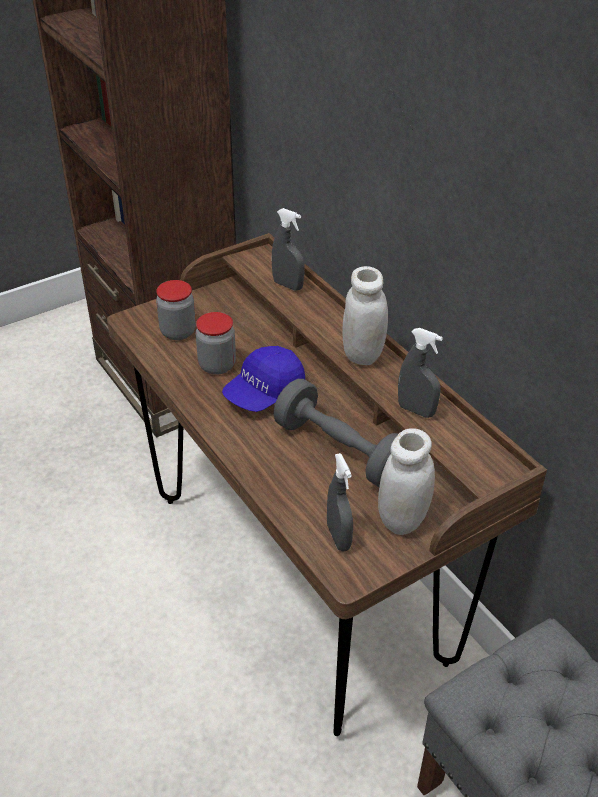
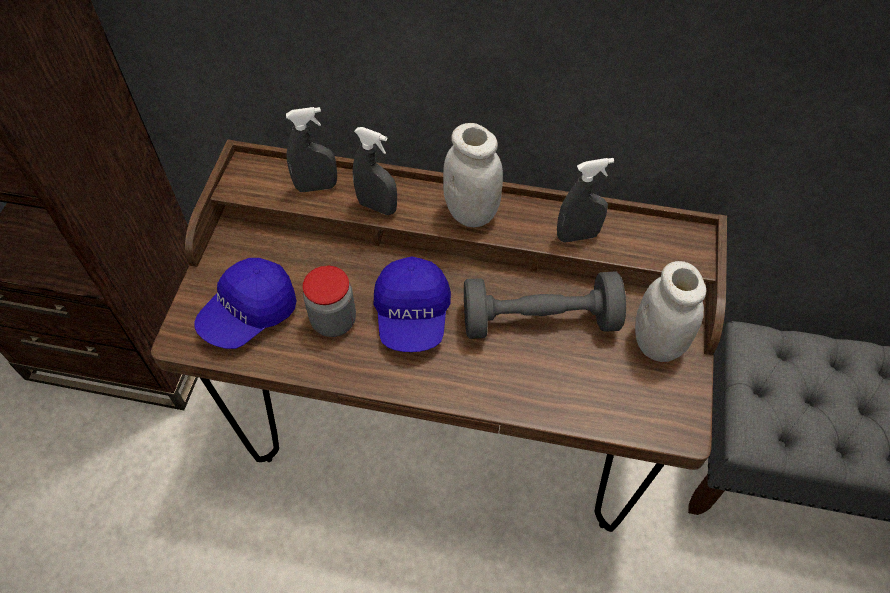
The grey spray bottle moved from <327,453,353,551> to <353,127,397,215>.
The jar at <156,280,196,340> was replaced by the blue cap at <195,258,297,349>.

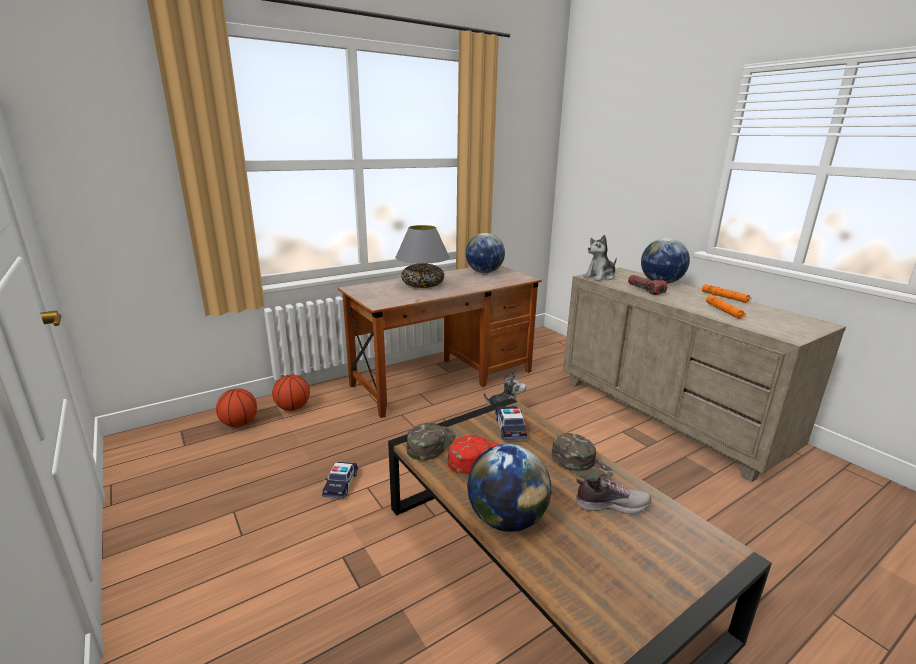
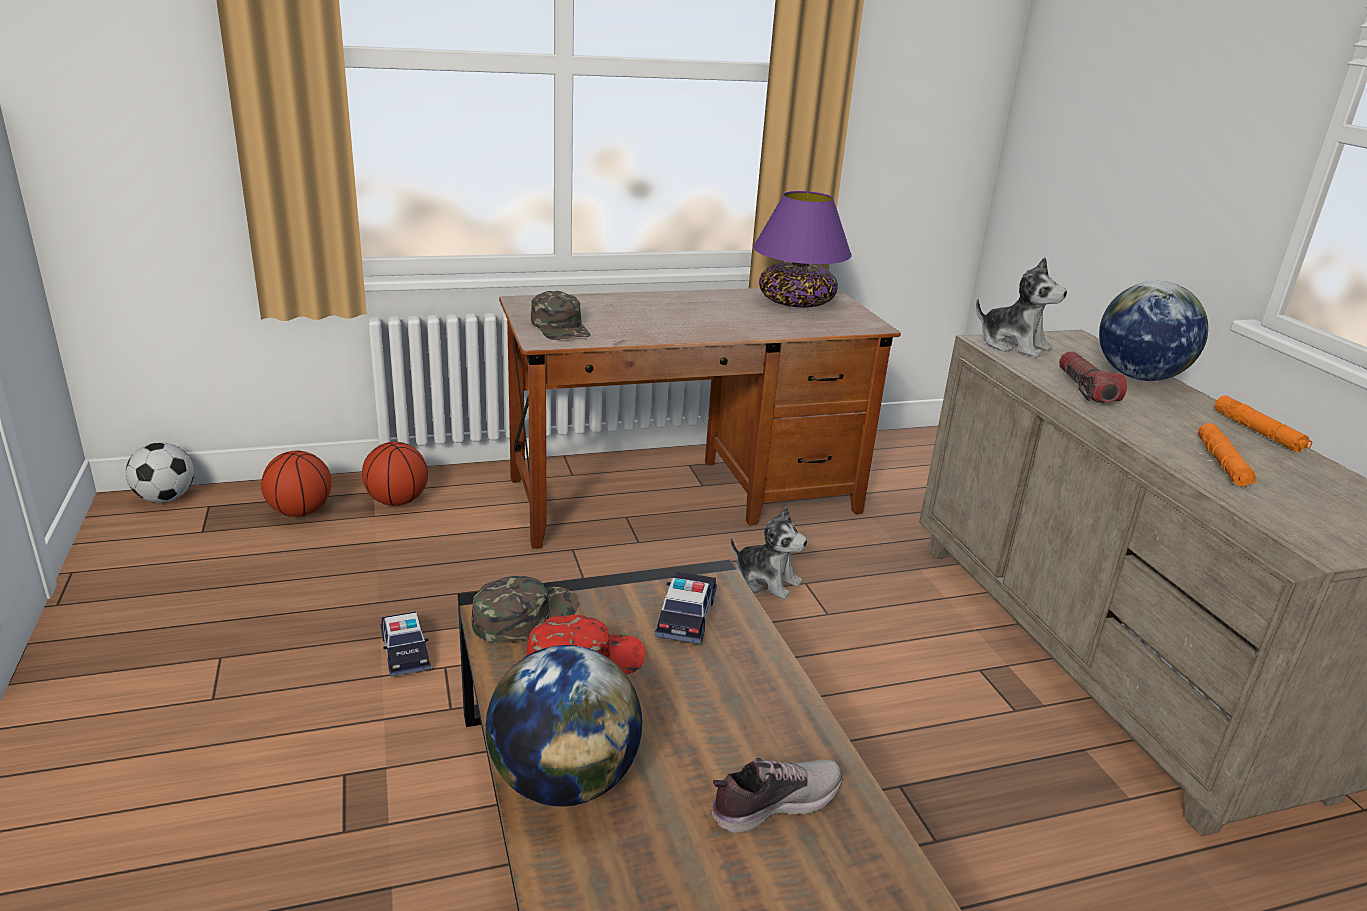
The grey table lamp at <395,225,450,288> disappeared.
The football at <126,442,194,503> appeared.
The green cap moved from <552,433,613,481> to <531,291,591,340>.
The globe at <466,233,505,273> was replaced by the purple table lamp at <753,191,852,308>.
The toy car at <322,462,358,499> turned 45 degrees counterclockwise.
The shoe at <576,477,651,514> turned 45 degrees counterclockwise.
The plush toy at <583,235,617,281> turned 120 degrees counterclockwise.

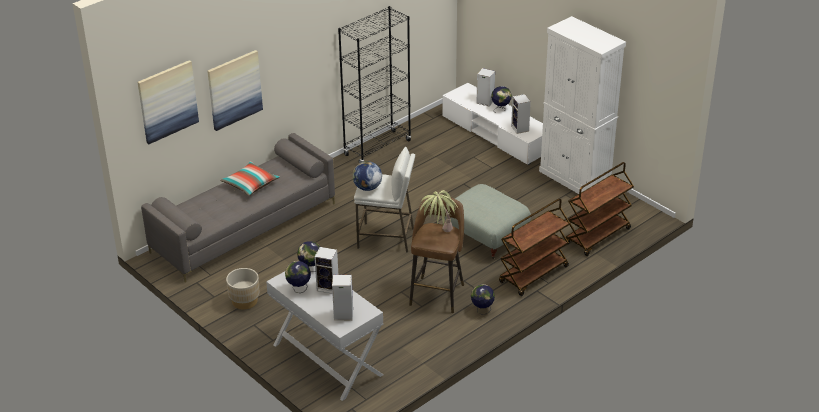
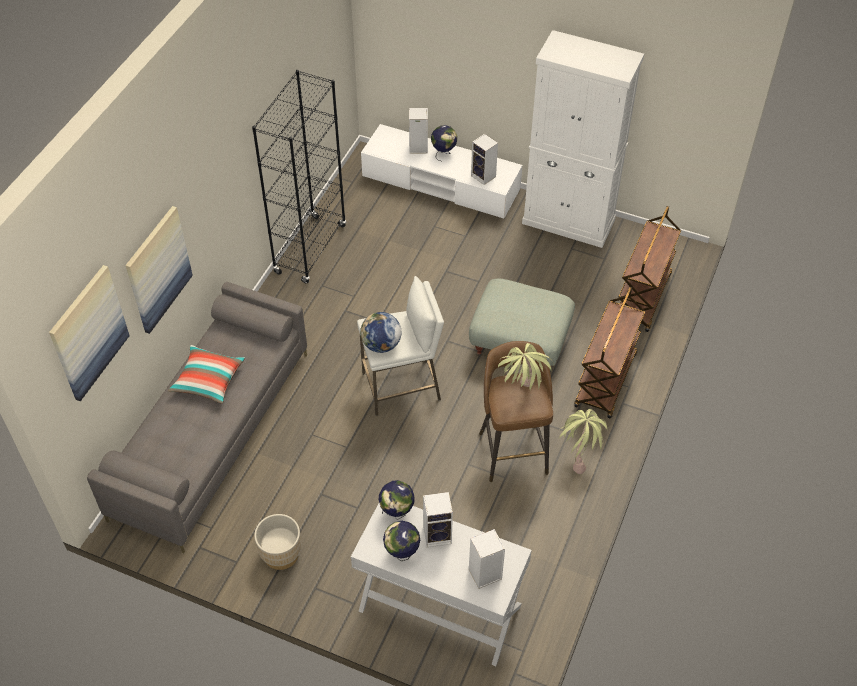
The globe at <471,284,495,314> was replaced by the potted plant at <559,409,608,474>.

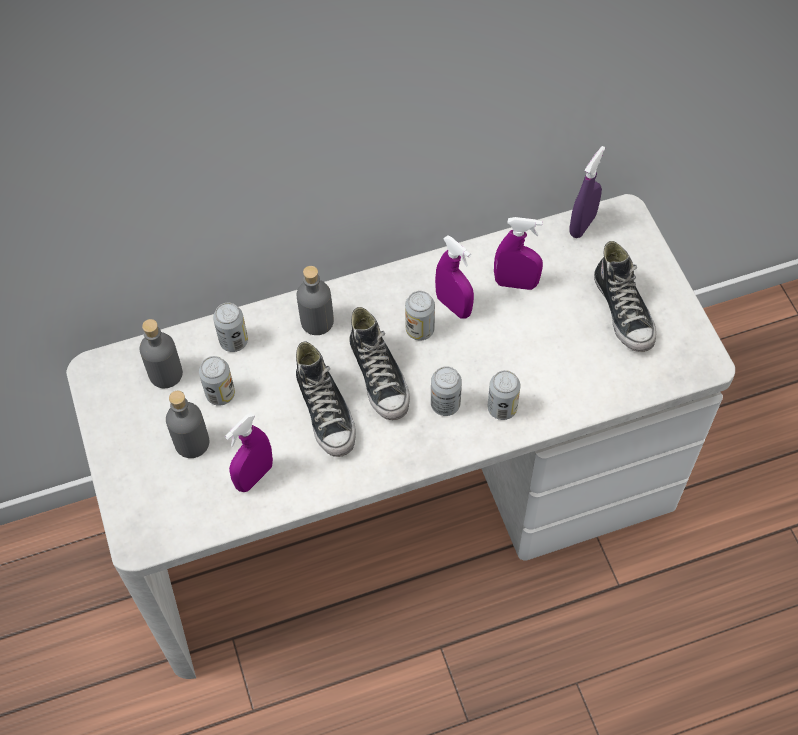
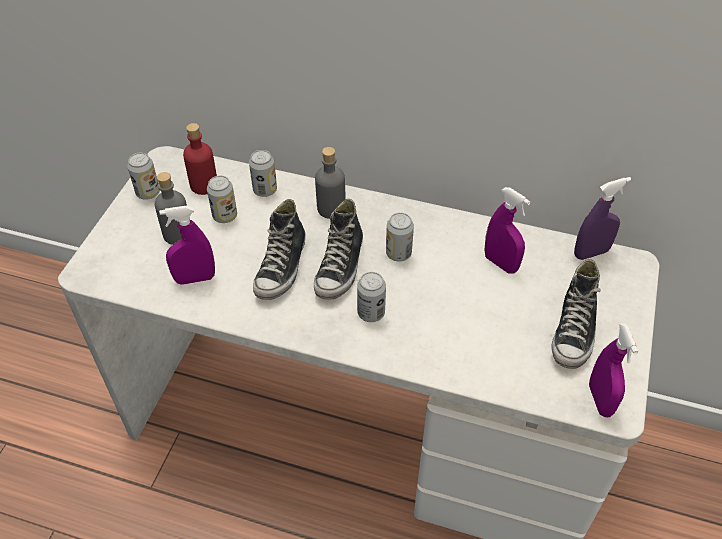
The purple spray bottle moved from <435,235,474,319> to <589,323,638,417>.
The can moved from <488,370,520,420> to <127,153,160,200>.
The grey bottle at <139,319,183,388> became the red bottle at <183,123,217,195>.

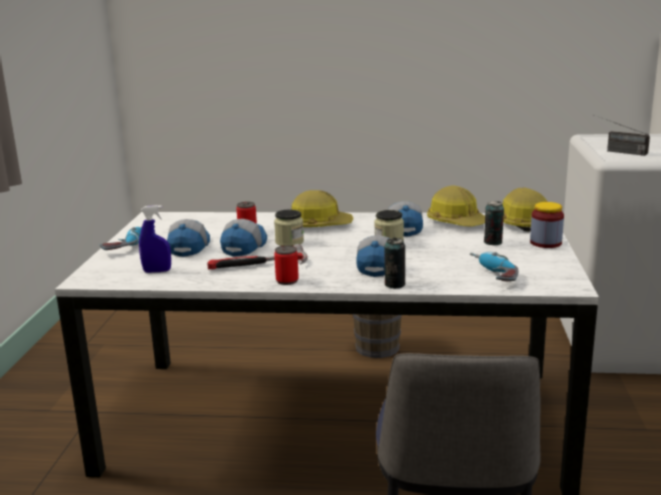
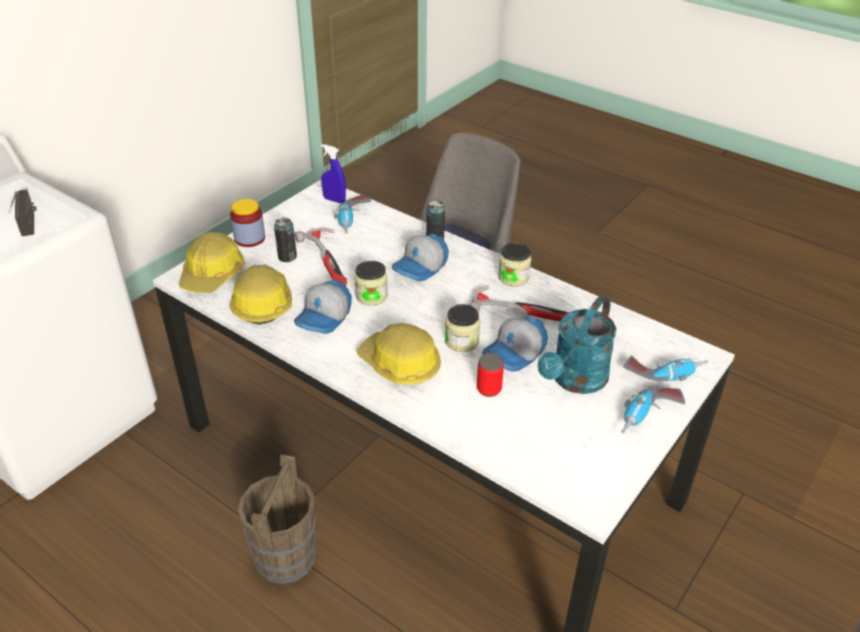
The hammer at <295,228,347,286> appeared.
The power drill at <624,355,708,381> appeared.
The blue spray bottle moved from <139,205,171,273> to <321,144,346,203>.
The cap at <167,219,210,257> was replaced by the turquoise watering can at <538,296,616,394>.
The can at <274,245,299,285> was replaced by the jar at <498,243,531,286>.

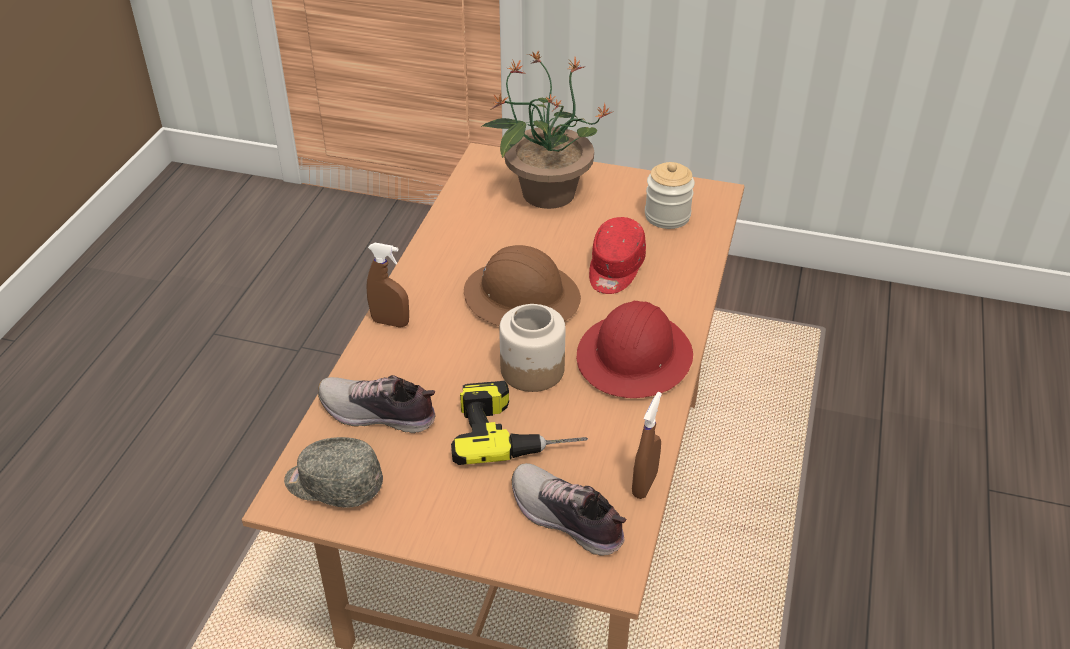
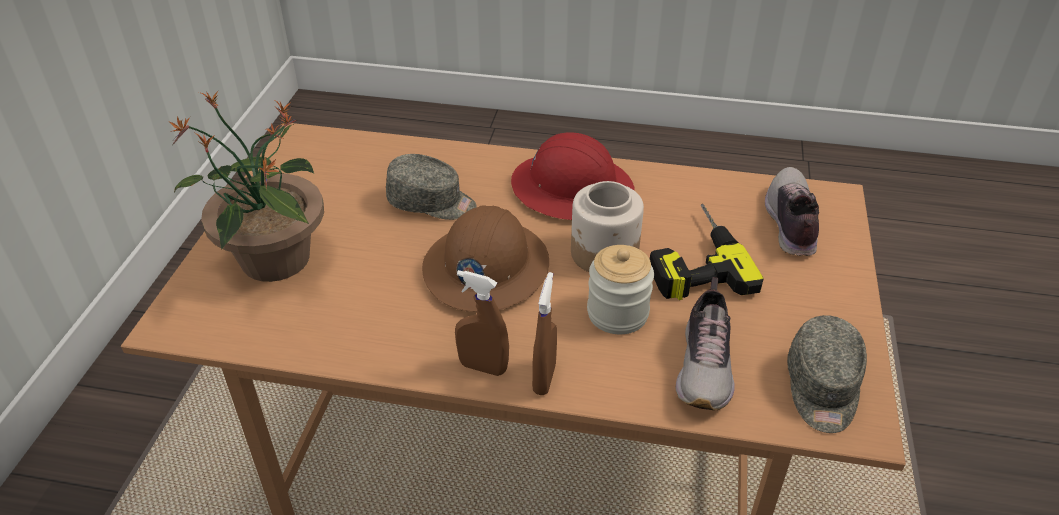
The brown spray bottle moved from <632,392,662,499> to <455,270,509,376>.
The jar moved from <645,162,695,229> to <587,245,654,334>.
The red cap at <589,217,646,294> became the grey cap at <386,154,476,220>.
The shoe at <512,463,627,556> turned 150 degrees clockwise.

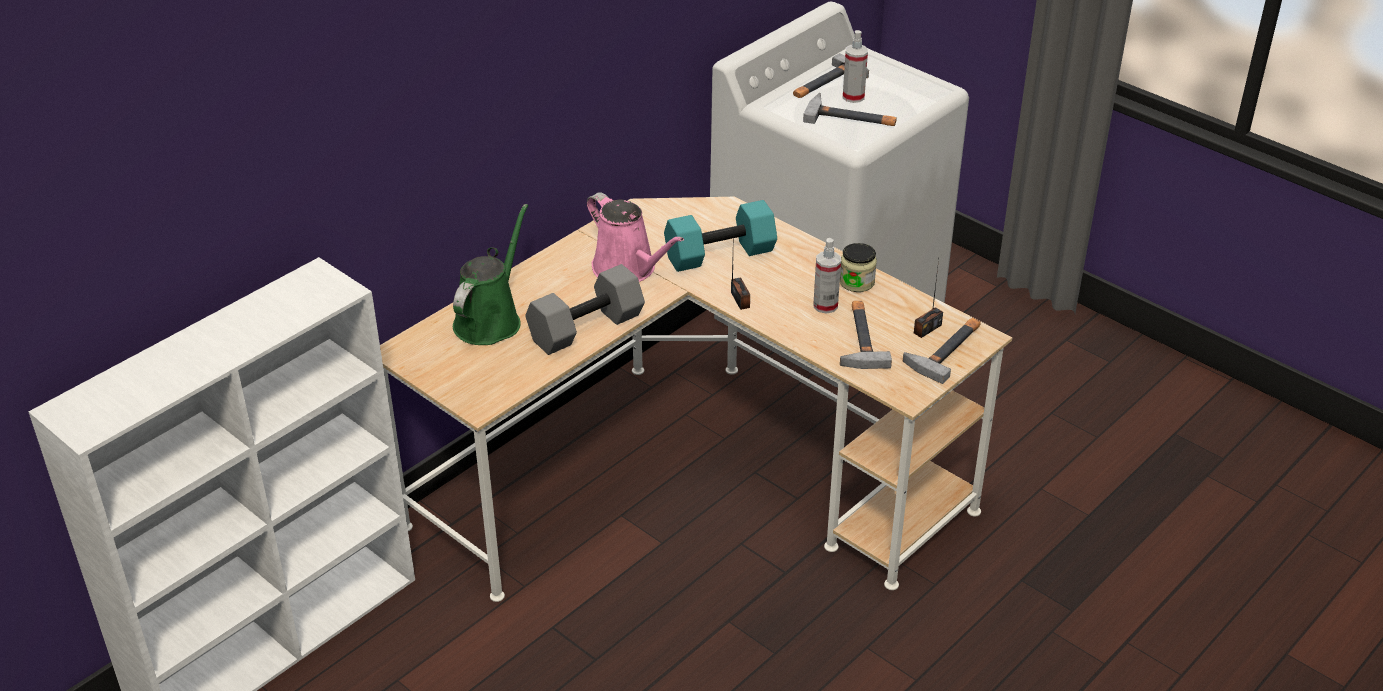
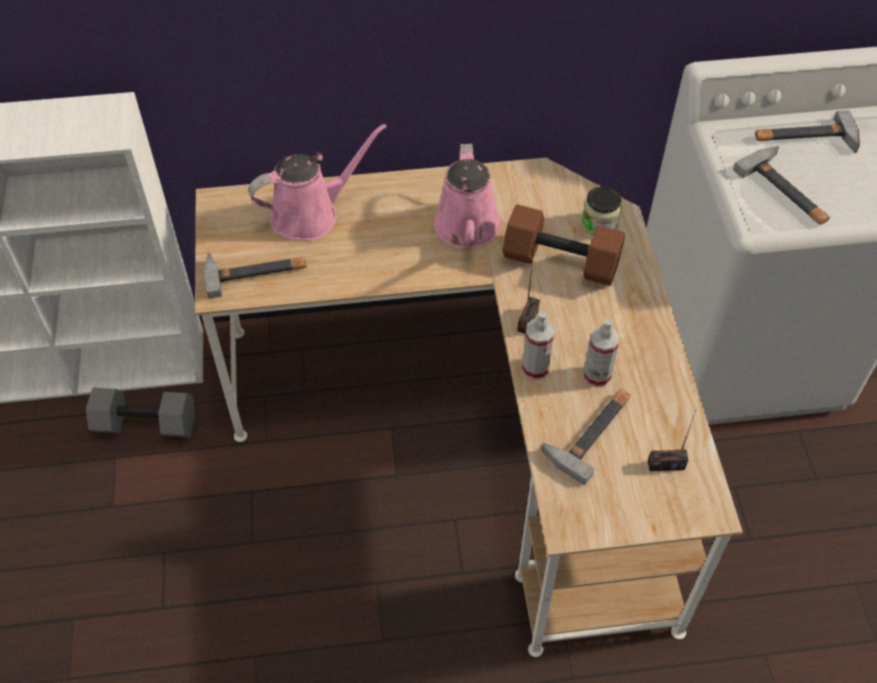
The grey dumbbell moved from <525,264,645,355> to <86,388,195,437>.
The jar moved from <840,243,877,292> to <581,187,622,236>.
The spray bottle moved from <843,30,868,103> to <522,311,555,380>.
The hammer moved from <903,318,981,384> to <204,253,307,299>.
The green watering can at <453,204,528,345> became the pink watering can at <248,124,387,241>.
The turquoise dumbbell at <664,200,777,272> became the brown dumbbell at <502,204,625,286>.

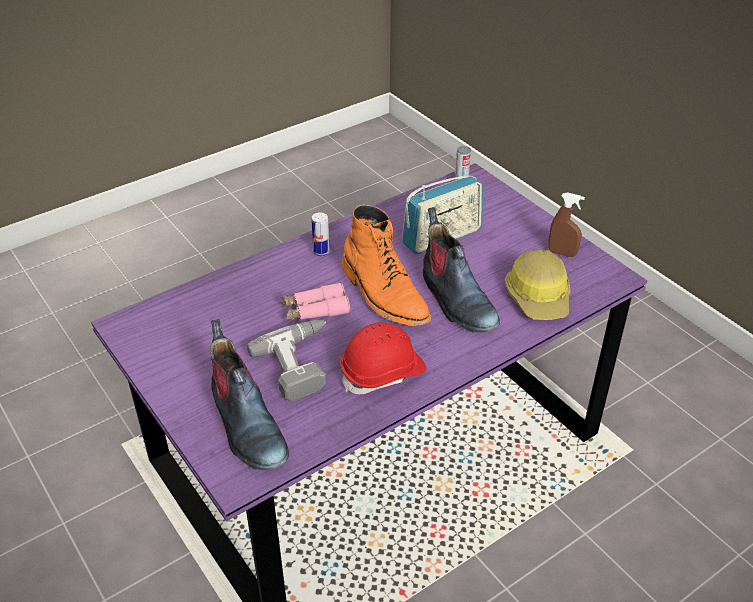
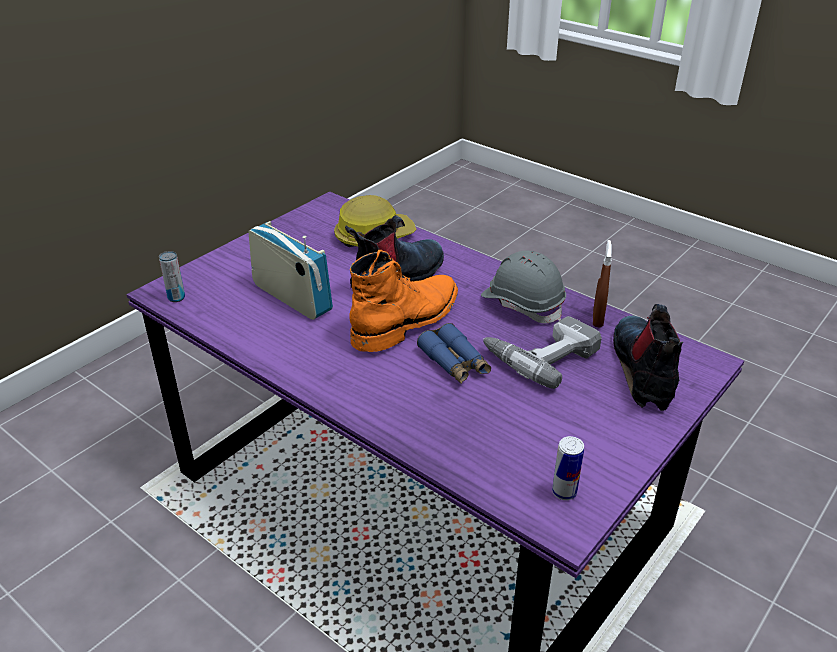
The can moved from <311,213,330,256> to <552,436,584,500>.
The brown spray bottle moved from <549,192,585,257> to <593,240,612,327>.
The pink binoculars at <281,282,350,321> became the blue binoculars at <417,323,491,384>.
The red hard hat at <340,323,427,394> became the grey hard hat at <481,250,566,323>.
The boot at <210,319,289,470> turned 45 degrees counterclockwise.

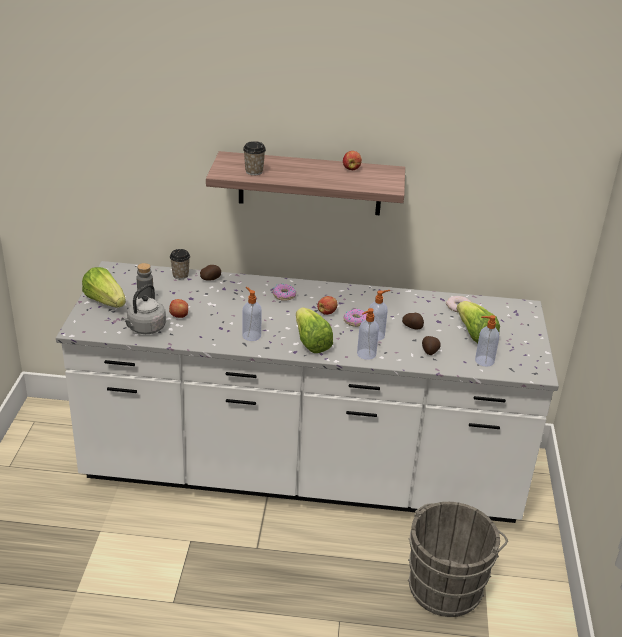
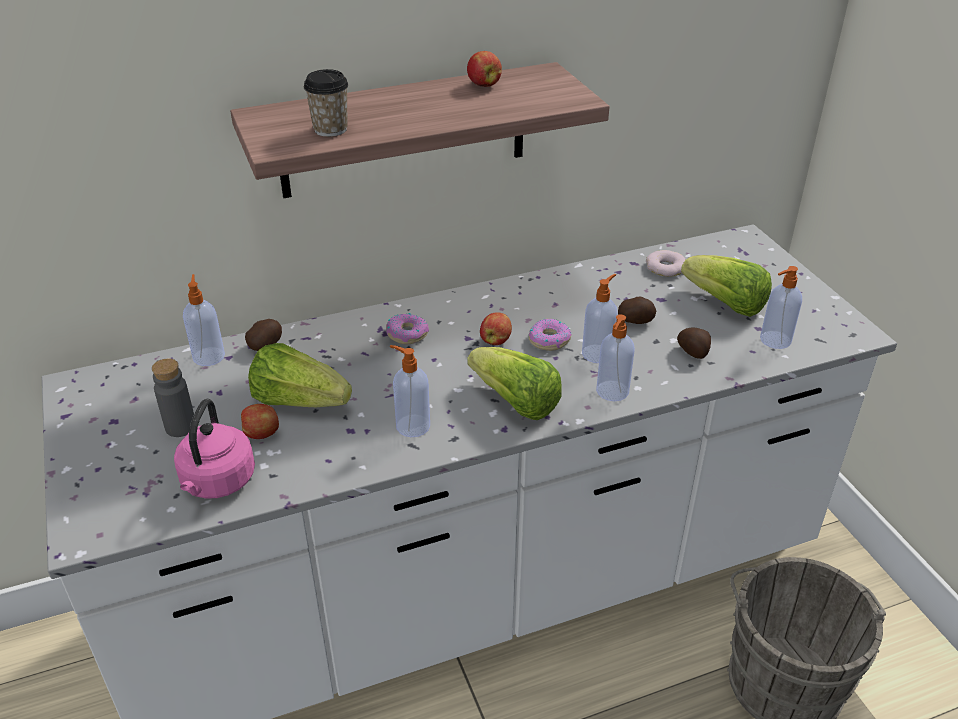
The lettuce moved from <82,267,126,308> to <248,343,352,407>.
The cup at <170,249,190,279> was replaced by the soap dispenser at <183,274,225,366>.
The grey kettle at <121,284,166,334> became the pink kettle at <174,399,255,499>.

